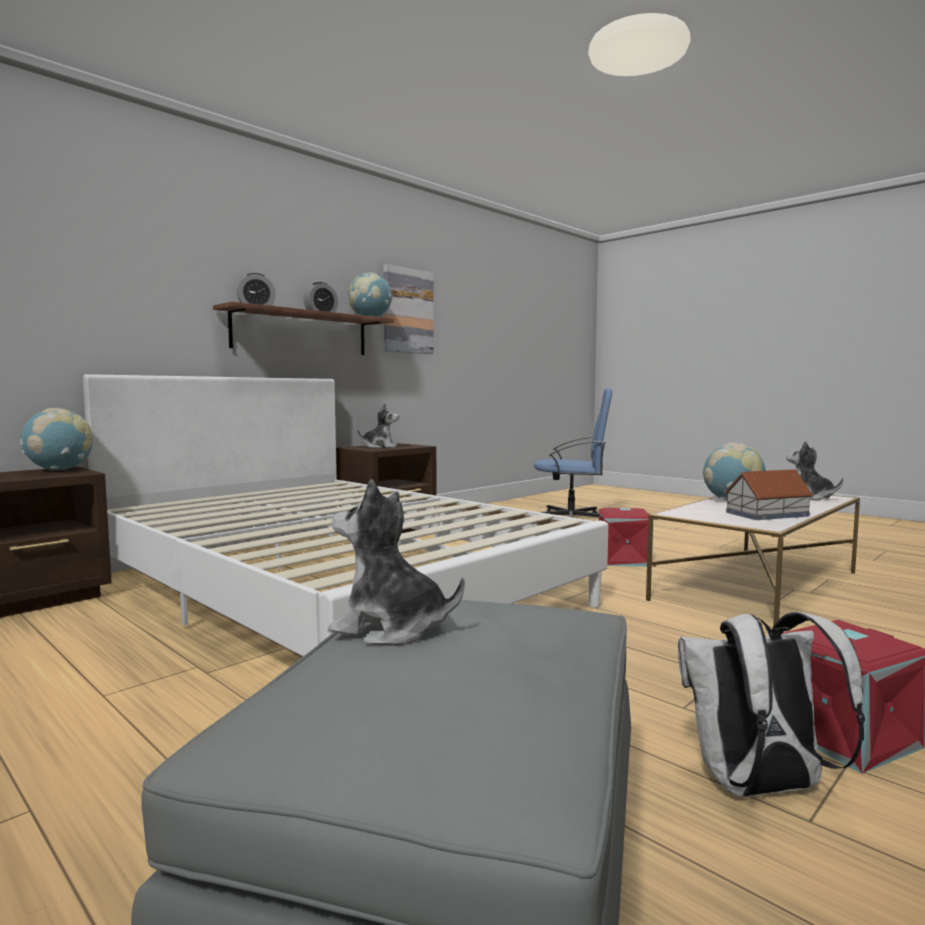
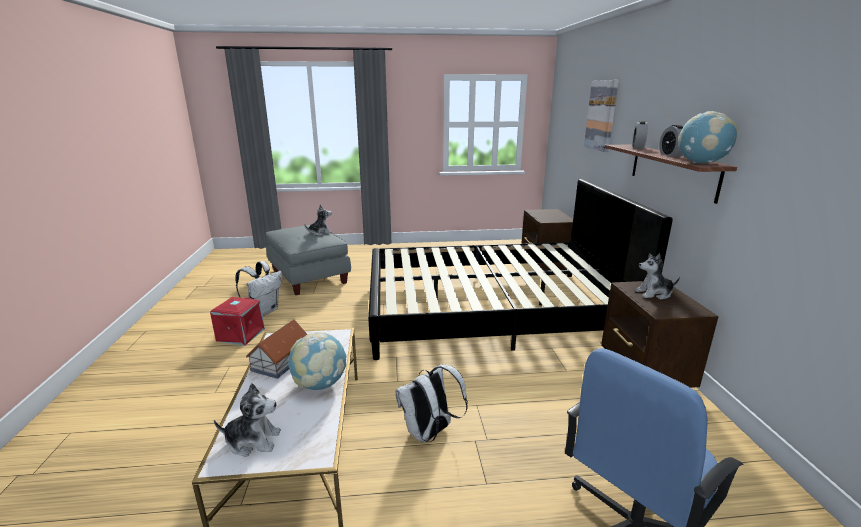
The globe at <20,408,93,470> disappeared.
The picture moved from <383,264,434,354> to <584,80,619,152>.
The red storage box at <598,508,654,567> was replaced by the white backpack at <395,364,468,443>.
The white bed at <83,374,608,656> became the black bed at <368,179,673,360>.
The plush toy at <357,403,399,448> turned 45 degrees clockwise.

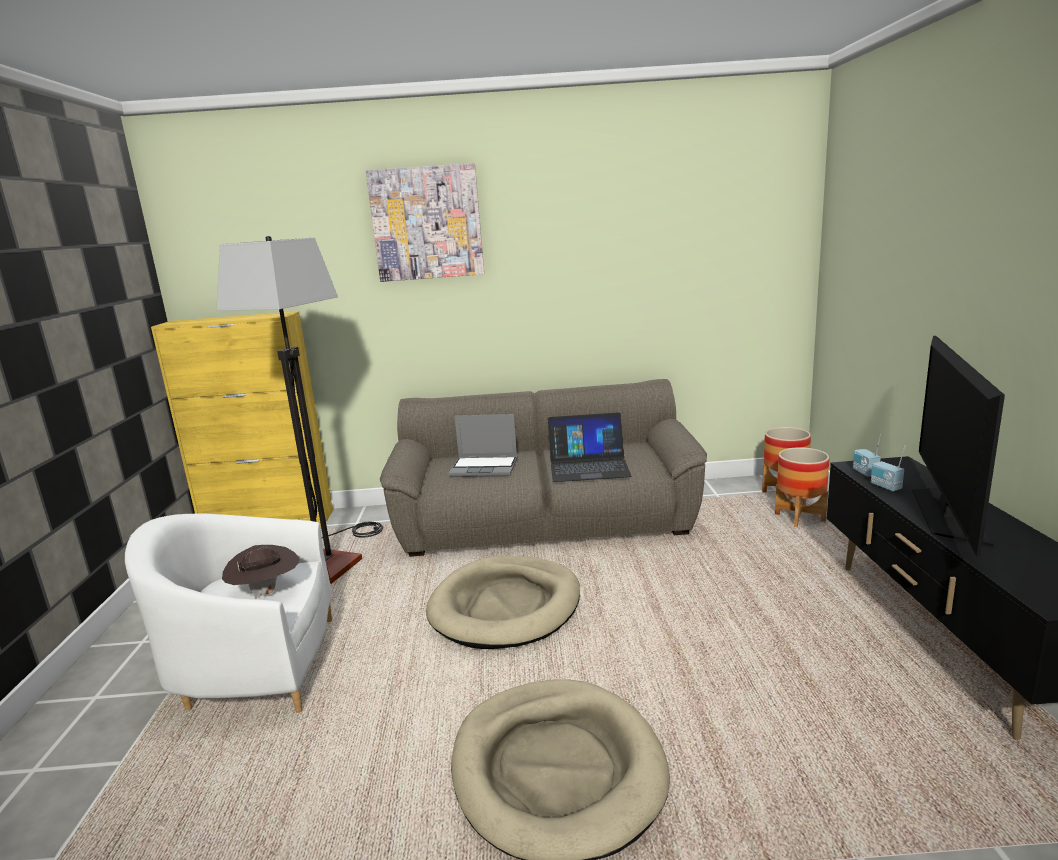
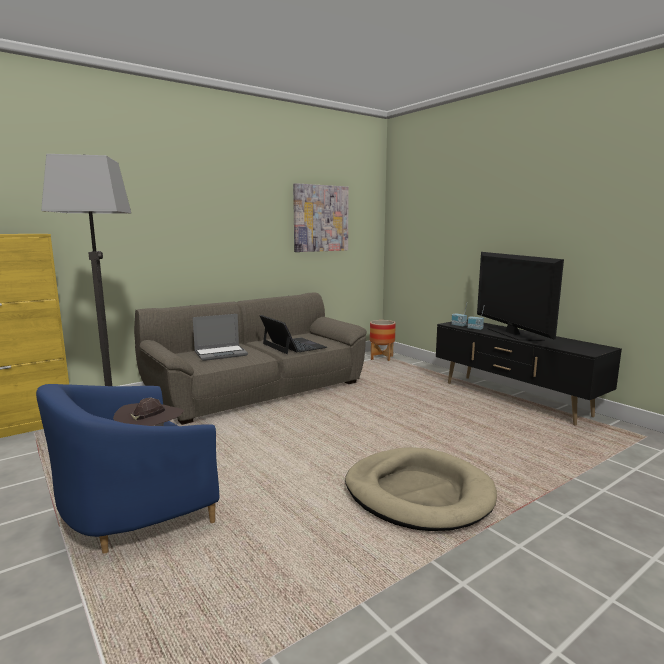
The beige dog bed at <426,556,580,649> disappeared.
The planter at <775,447,829,527> disappeared.
The picture moved from <366,163,484,282> to <293,183,349,252>.
The white armchair at <125,513,332,713> became the blue armchair at <36,384,220,554>.
The laptop at <548,412,632,482> turned 90 degrees counterclockwise.

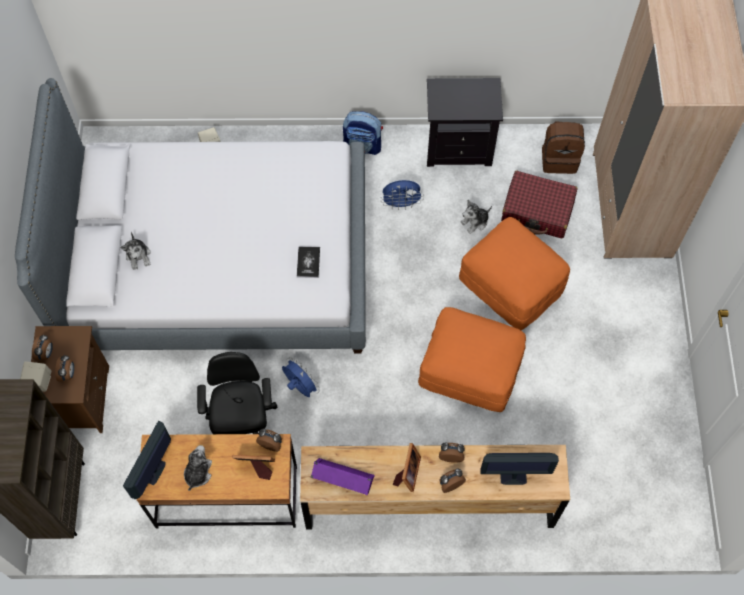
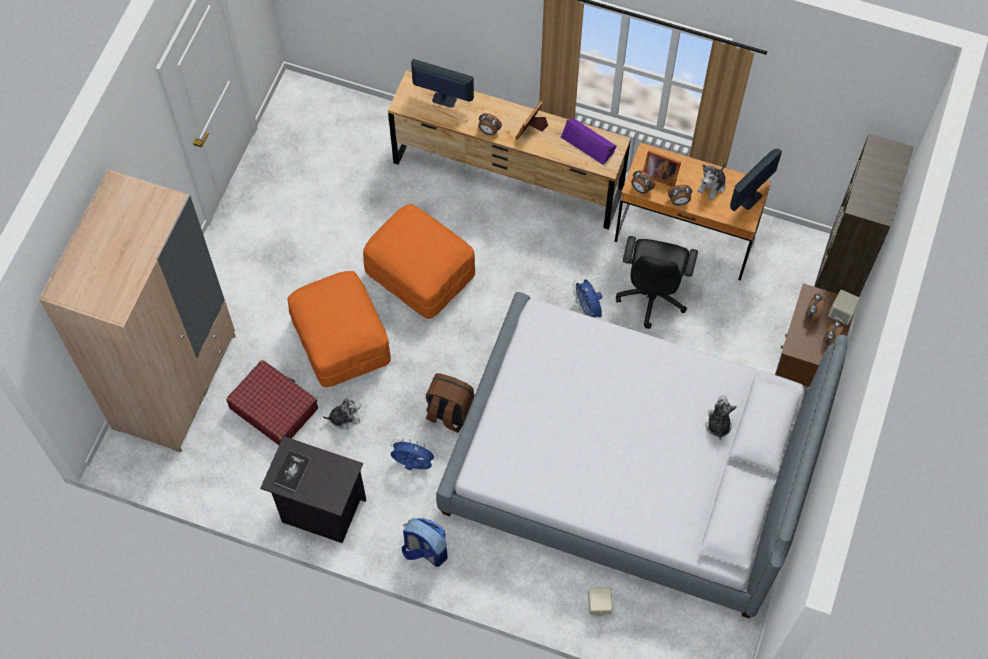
The book moved from <297,247,320,278> to <274,450,311,491>.
The alarm clock moved from <439,468,466,493> to <668,185,692,205>.
The brown backpack moved from <542,121,585,174> to <426,373,475,433>.

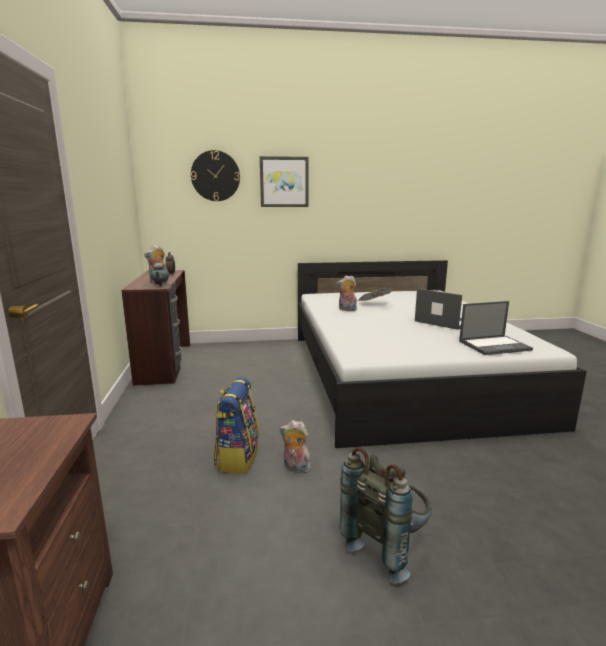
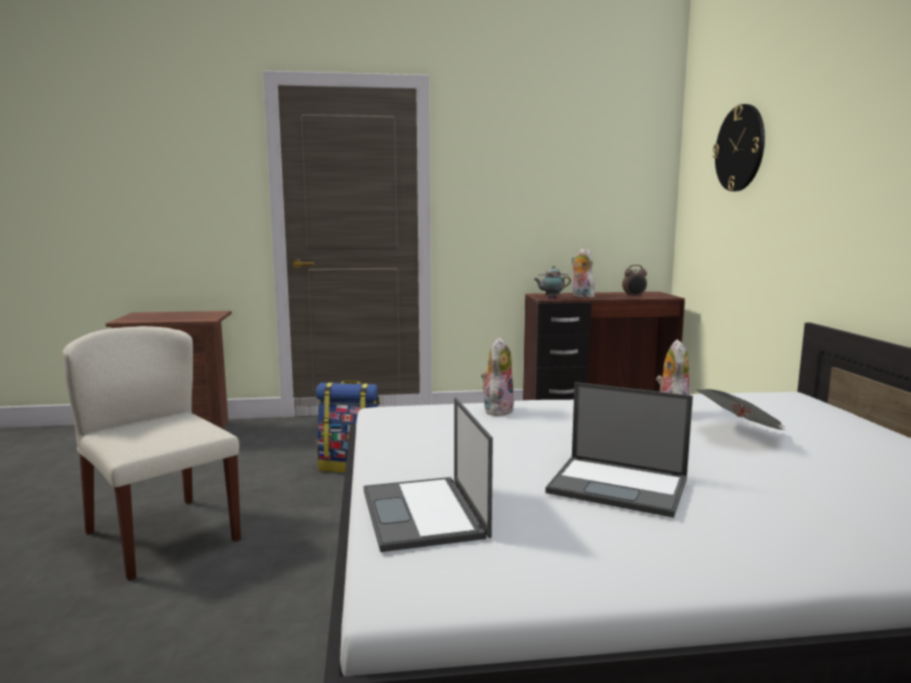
The picture at <260,156,309,207> disappeared.
The plush toy moved from <280,420,311,474> to <481,337,514,416>.
The grey backpack at <340,447,432,583> was replaced by the beige chair at <63,326,241,581>.
The laptop at <415,289,462,330> turned 75 degrees clockwise.

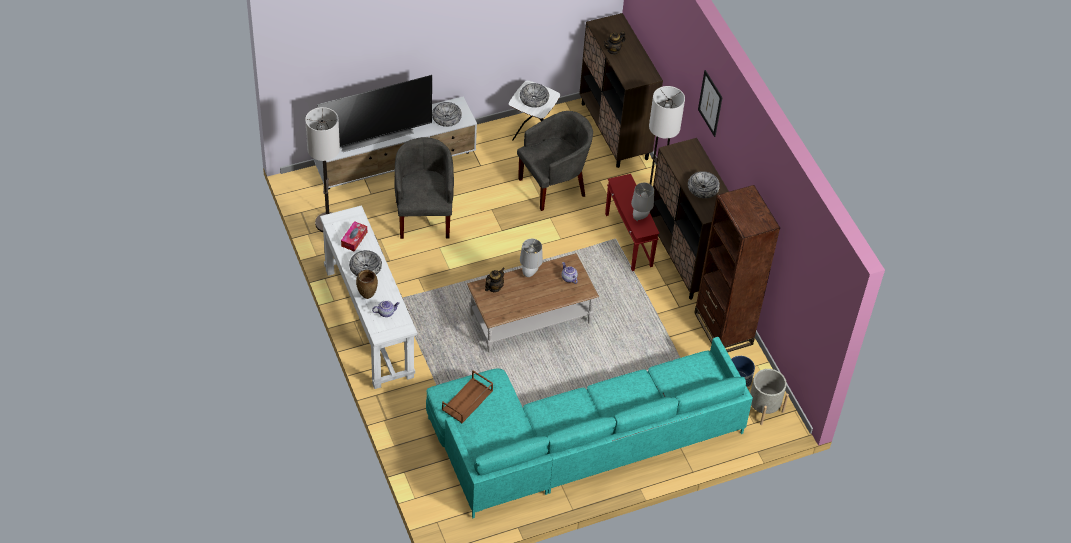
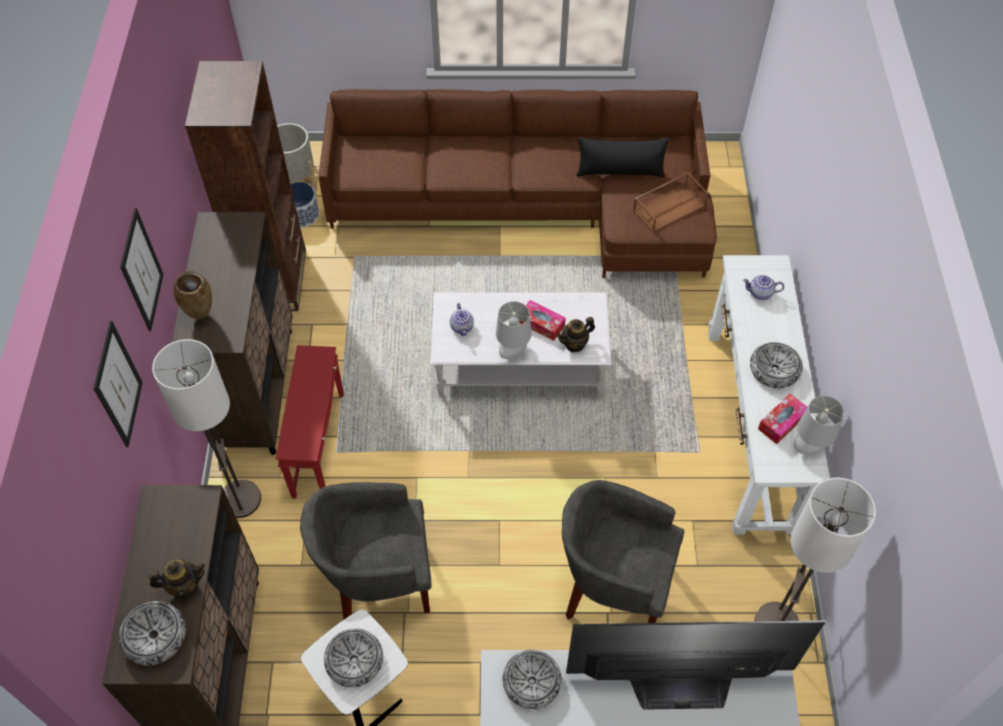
The picture at <93,321,143,447> appeared.
The tissue box at <519,300,566,341> appeared.
The black pillow at <576,137,669,177> appeared.
The brown vase moved from <356,270,378,299> to <173,271,212,319>.
The grey table lamp moved from <631,183,654,221> to <794,396,845,454>.
The bowl moved from <688,171,720,198> to <119,601,186,666>.
The turquoise sofa at <426,337,753,518> became the brown sofa at <318,89,717,278>.
The brown coffee table at <467,253,599,352> became the white coffee table at <431,292,612,398>.
The grey armchair at <394,137,454,239> turned 90 degrees clockwise.

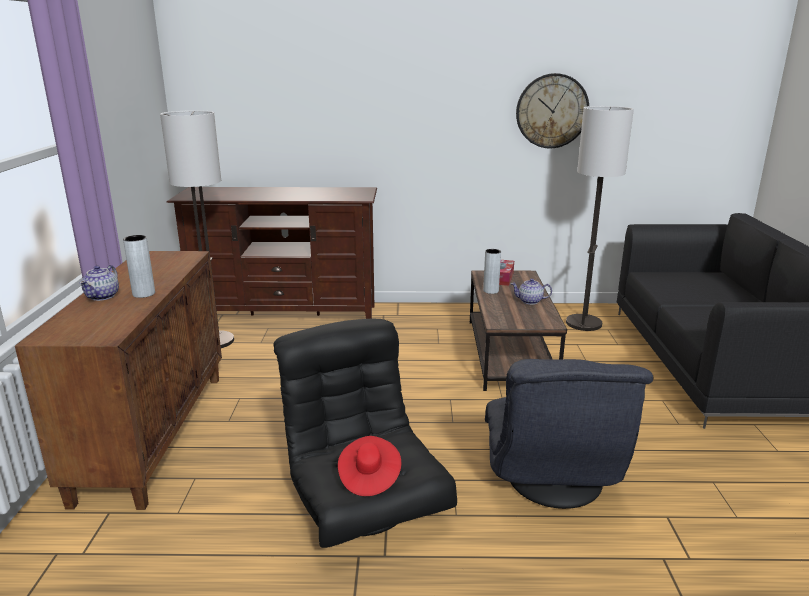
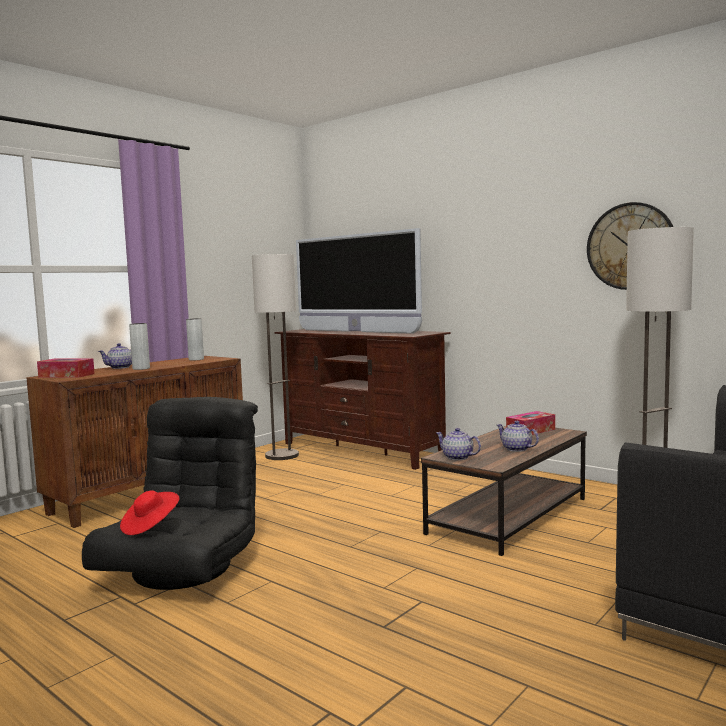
The grey armchair at <485,359,654,509> disappeared.
The tissue box at <37,358,95,378> appeared.
The television at <296,228,422,334> appeared.
The teapot at <436,428,481,460> appeared.
The grey vase moved from <483,249,501,294> to <186,318,204,360>.

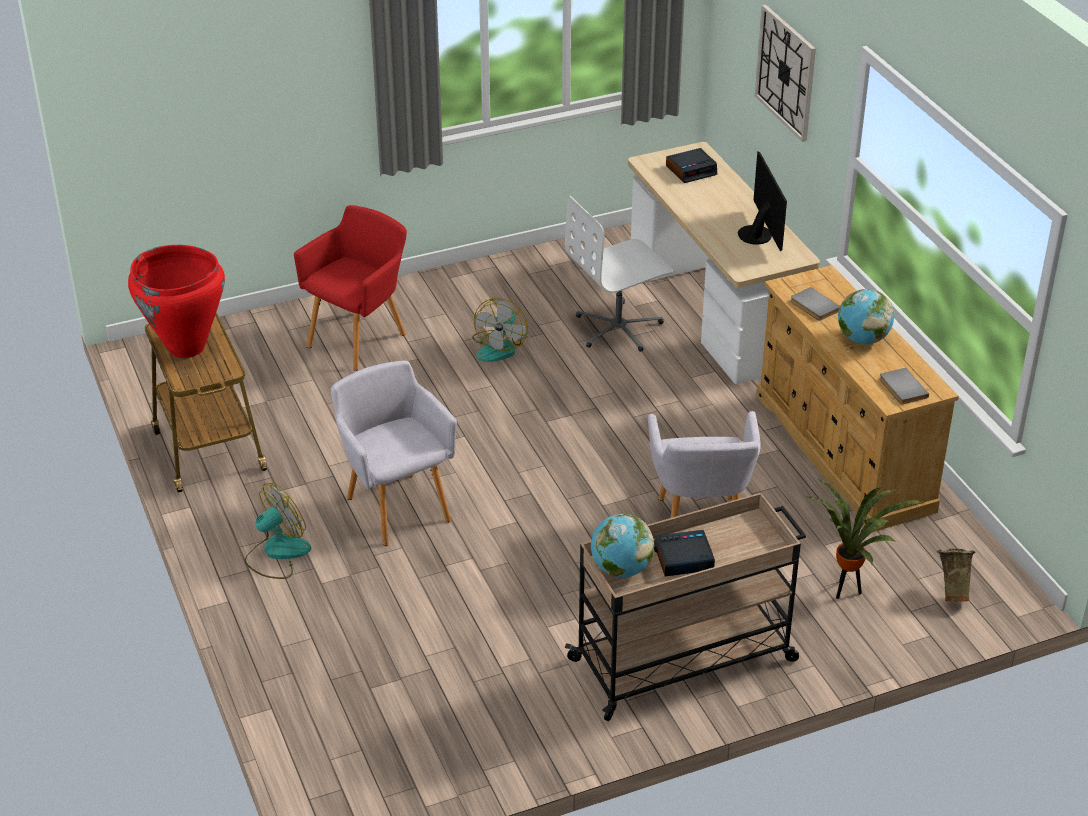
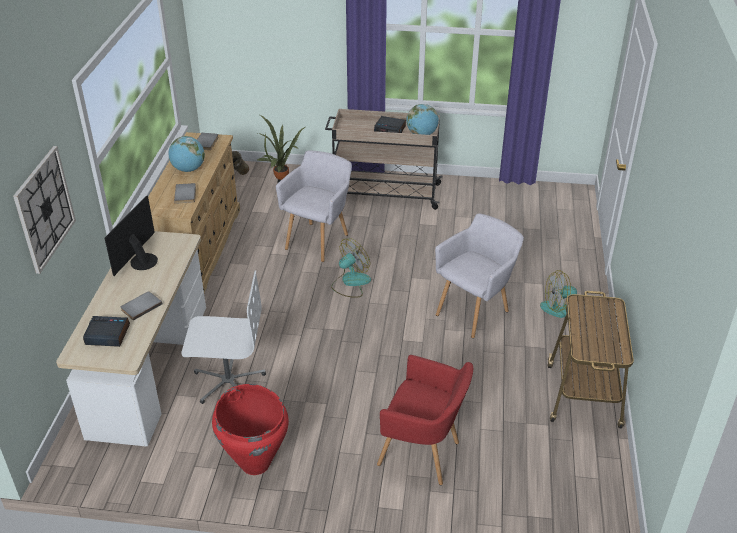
The grey book at <121,291,162,321> appeared.
The red vase moved from <128,245,225,358> to <212,384,289,475>.
The fan moved from <472,298,528,362> to <331,238,371,298>.
The red armchair at <294,205,407,371> turned 135 degrees counterclockwise.
The grey armchair at <331,361,457,546> turned 135 degrees counterclockwise.

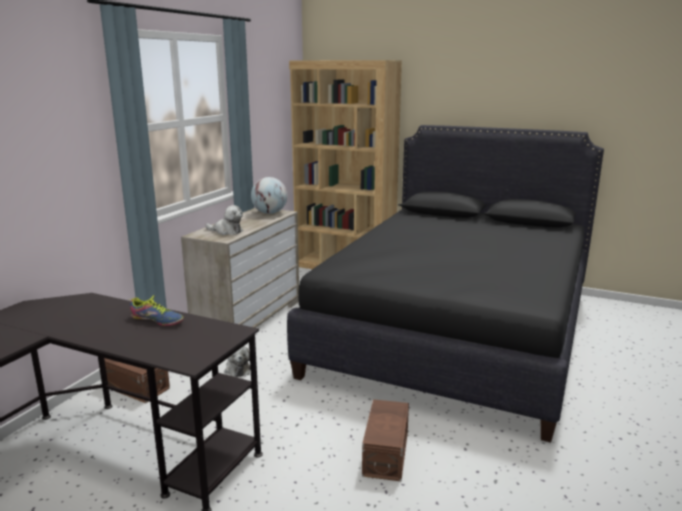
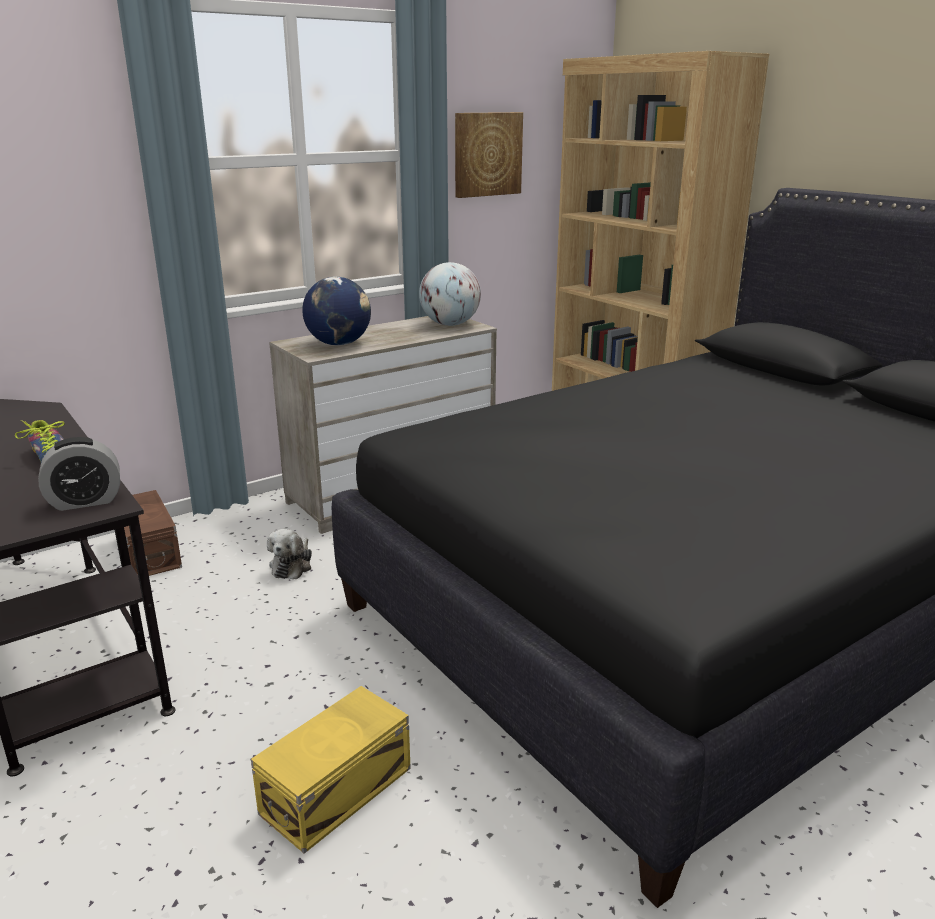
The alarm clock at <38,437,120,511> appeared.
The picture at <455,112,523,198> appeared.
The plush toy at <206,205,243,235> was replaced by the globe at <302,277,371,346>.
The brown storage box at <362,399,409,481> became the yellow storage box at <251,686,410,854>.

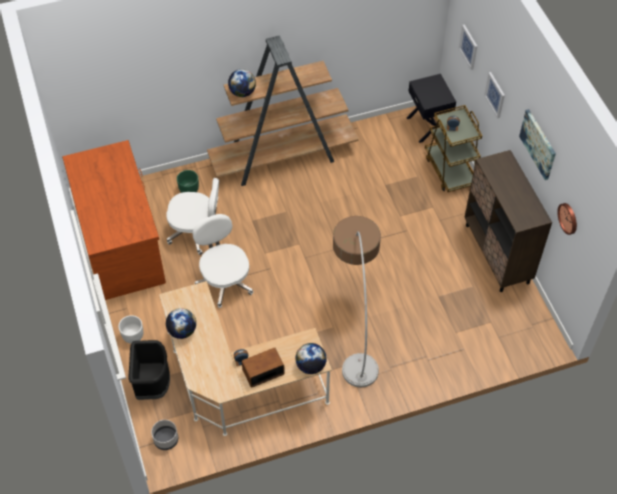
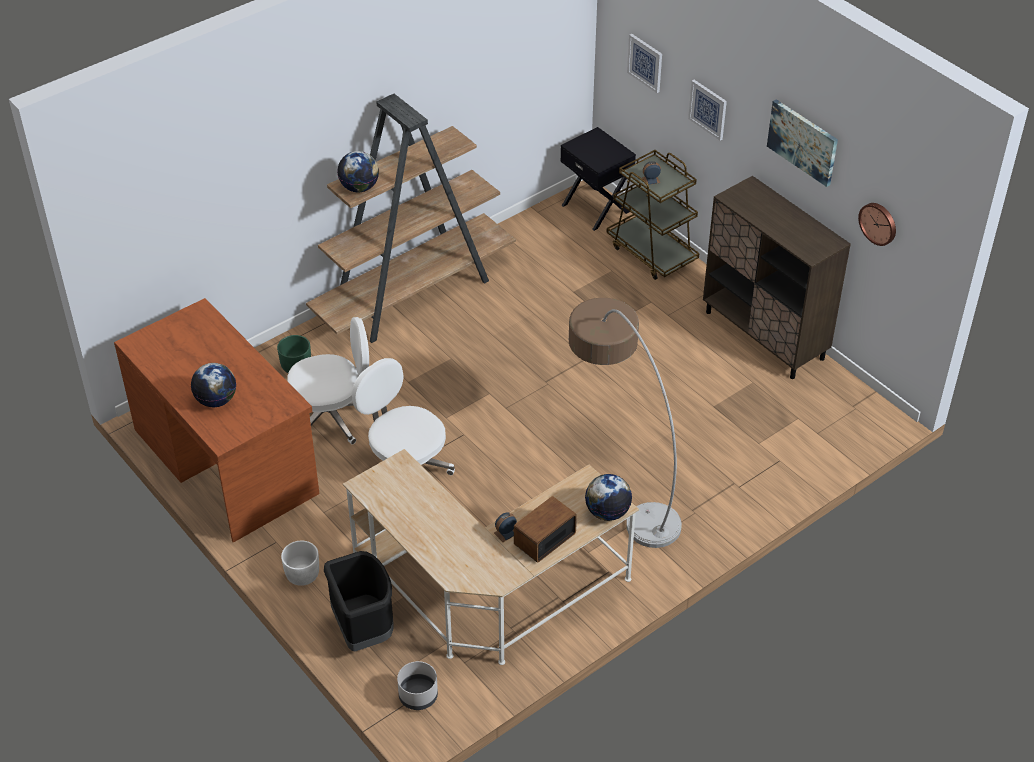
The globe moved from <166,308,196,339> to <191,363,236,407>.

